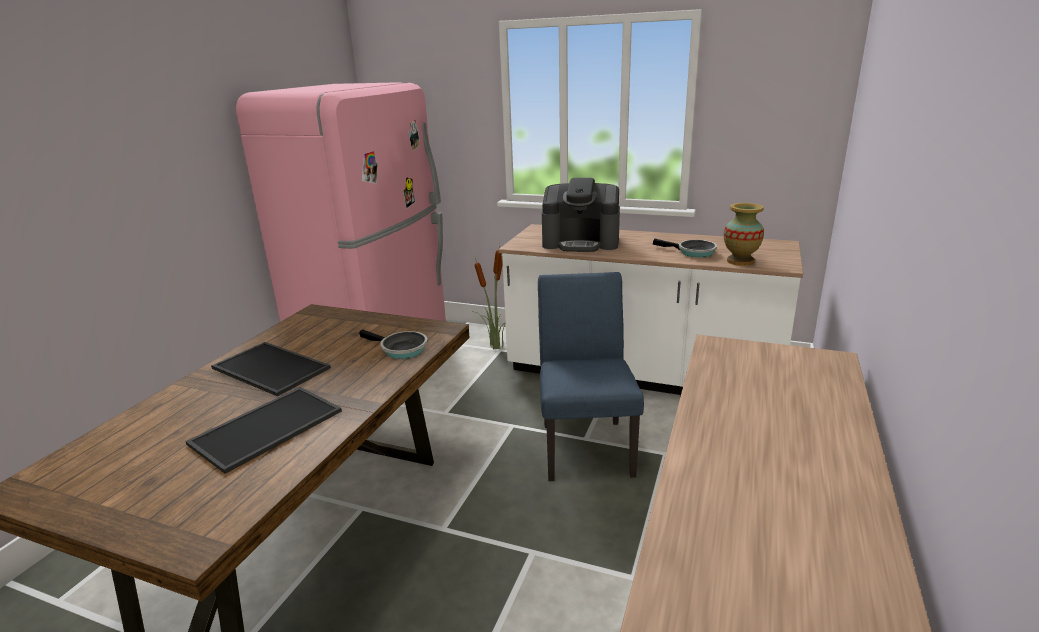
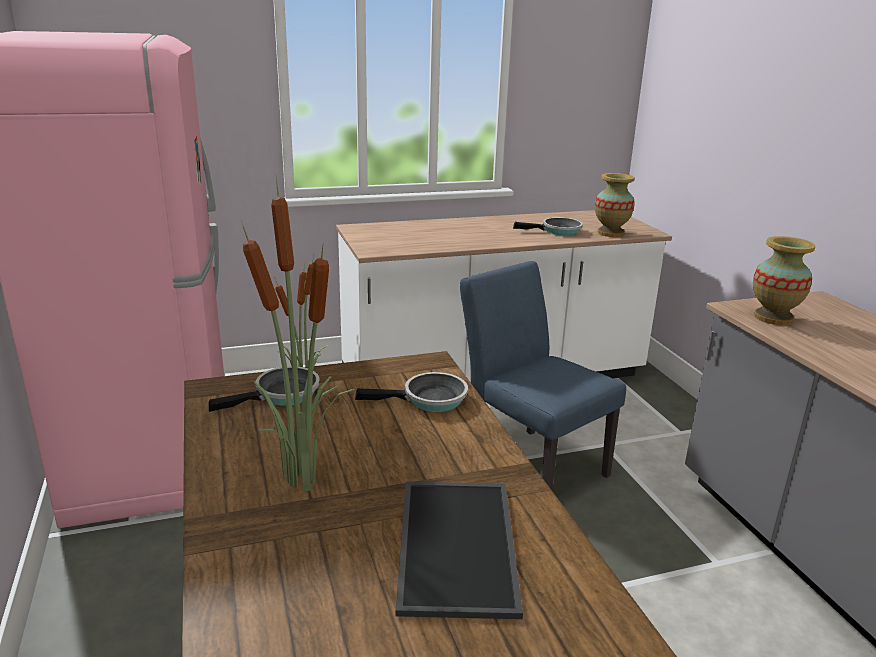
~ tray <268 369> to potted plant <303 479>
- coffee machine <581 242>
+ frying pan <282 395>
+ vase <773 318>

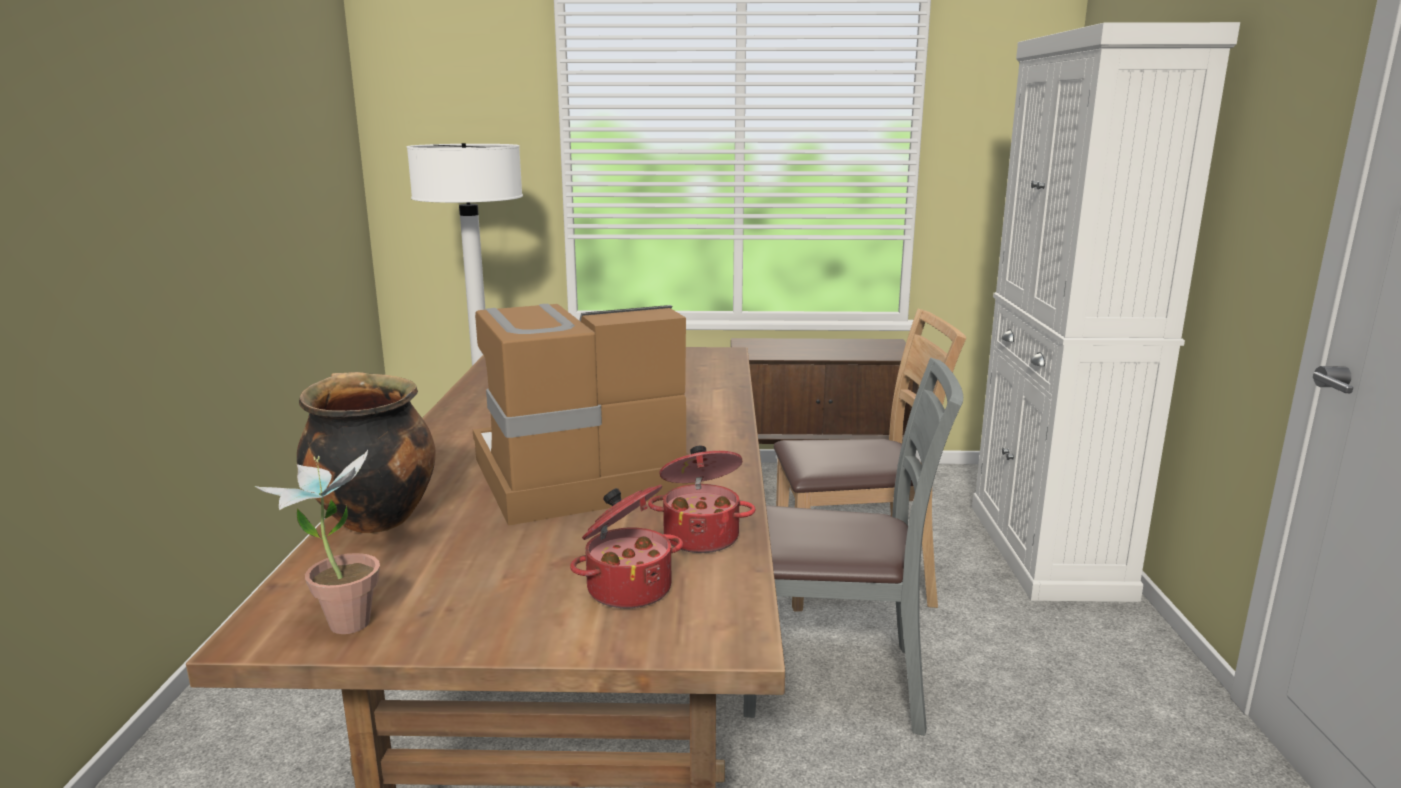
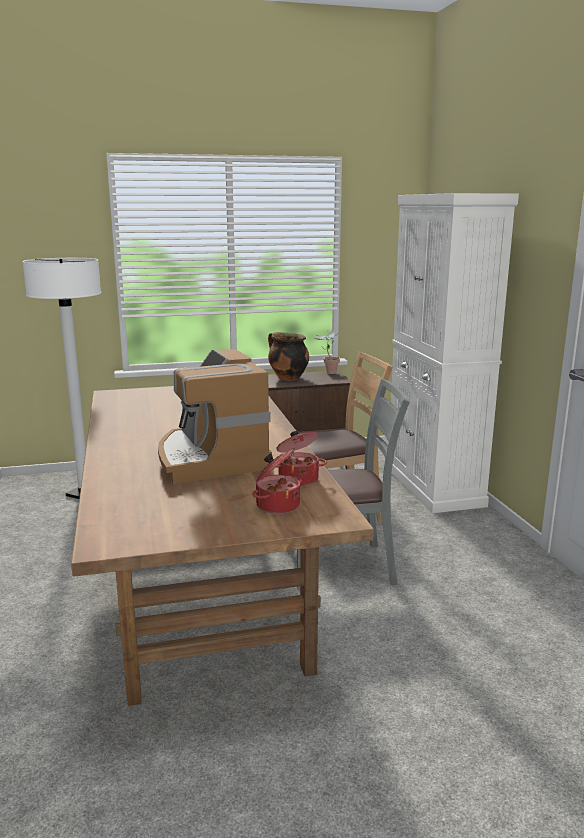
~ potted plant <340 619> to <327 372>
~ cooking pot <373 518> to <287 378>
~ coffee machine <578 477> = <210 458> 75 degrees counterclockwise

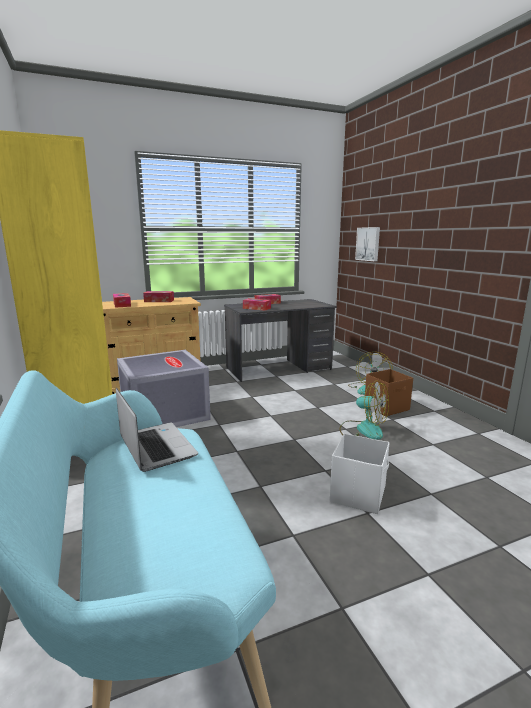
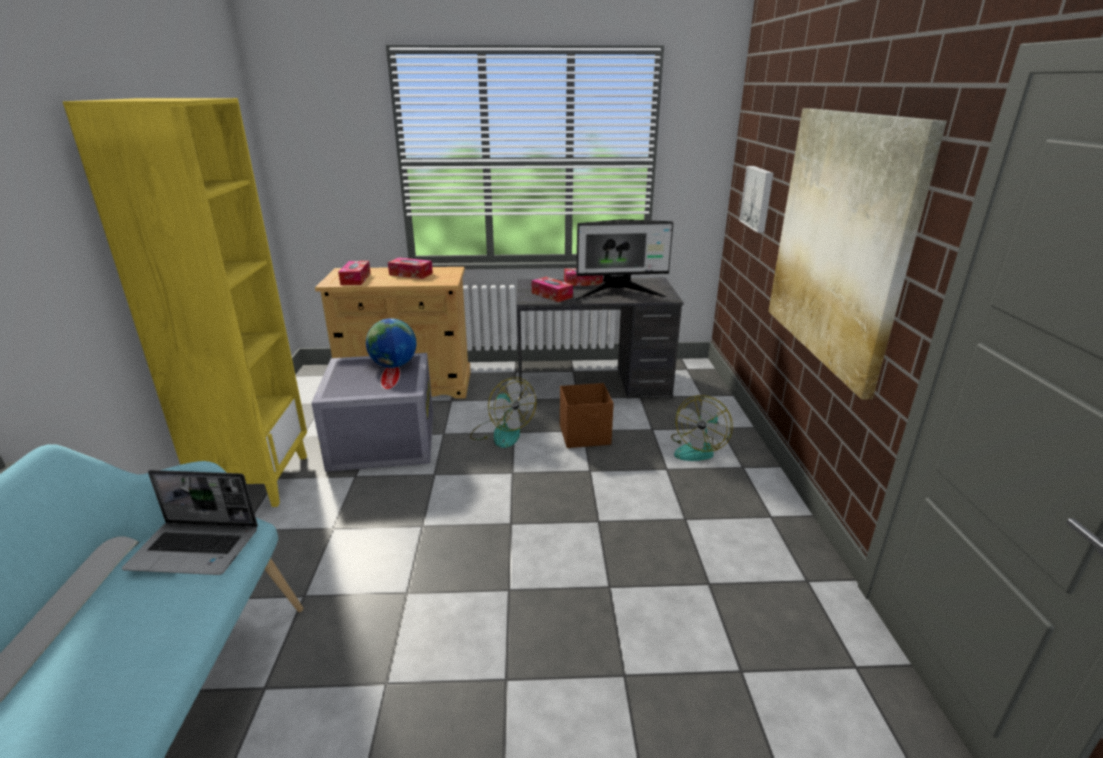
~ laptop <155 447> = <196 549> 105 degrees clockwise
- white storage box <358 494>
~ fan <363 429> to <501 432>
~ brown storage box <387 407> to <585 435>
+ globe <394 365>
+ monitor <619 294>
+ picture <839 240>

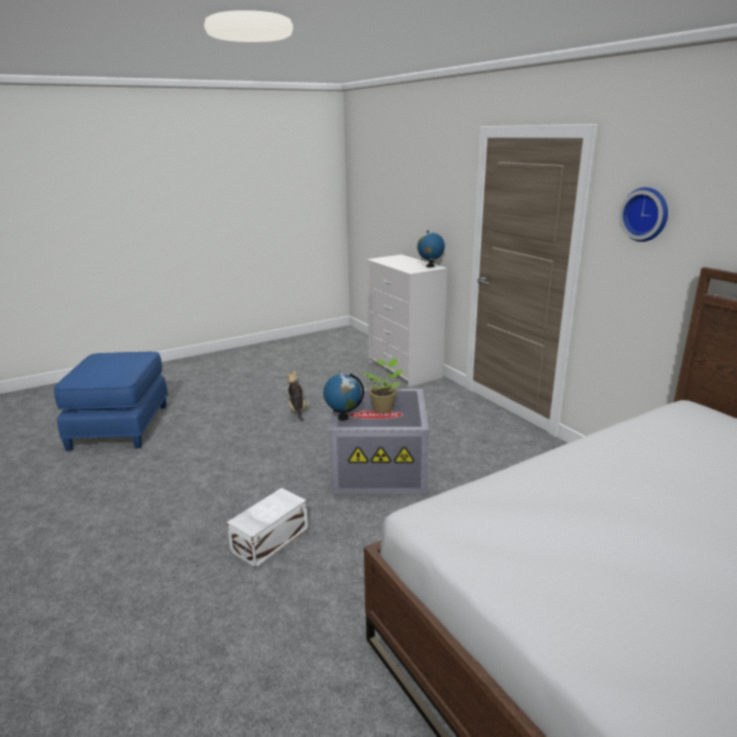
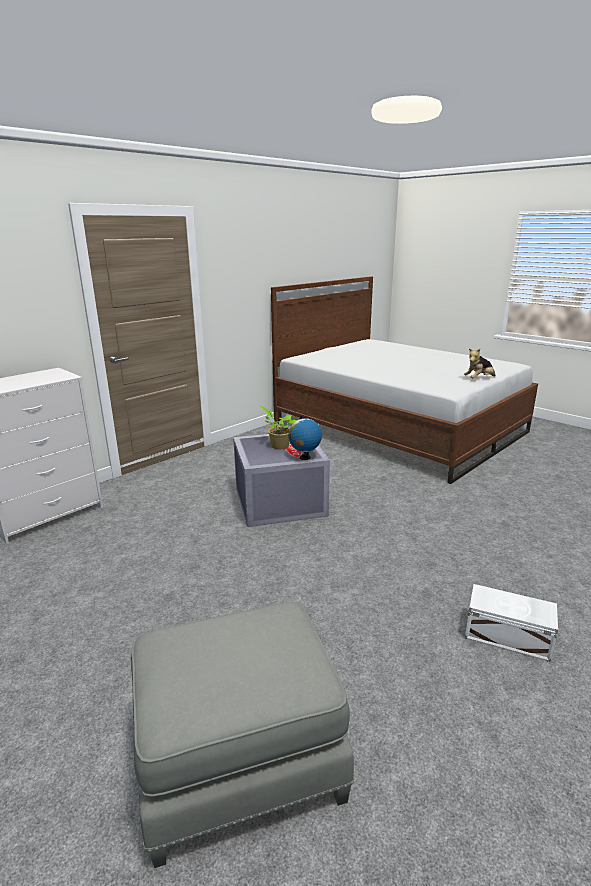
~ blue ottoman <121 427> to grey ottoman <239 760>
~ white storage box <268 540> to <508 637>
~ plush toy <297 410> to <479 379>
- globe <430 266>
- wall clock <646 214>

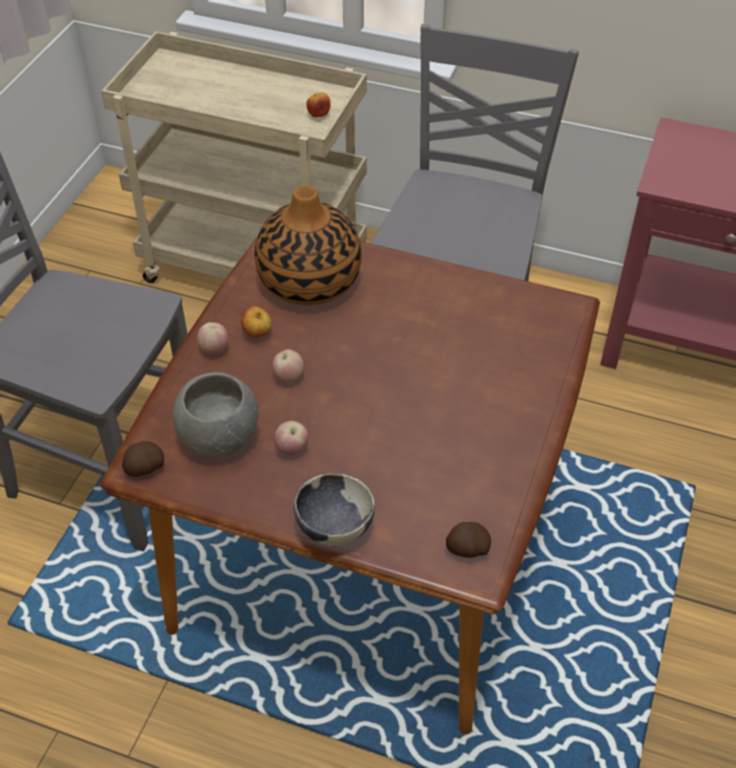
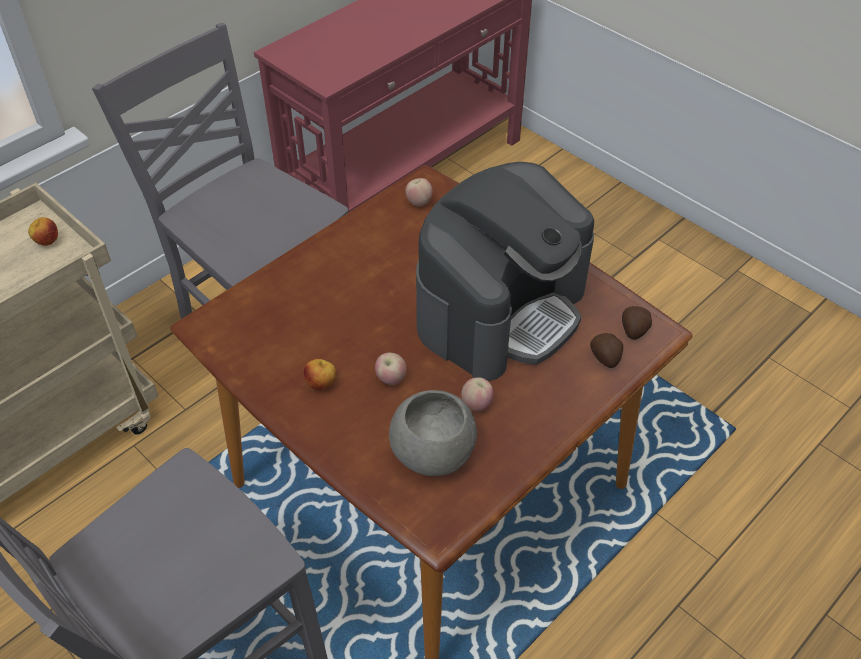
~ potato <144 468> to <605 358>
~ apple <214 349> to <419 202>
- vase <309 281>
- bowl <334 527>
+ coffee machine <501 309>

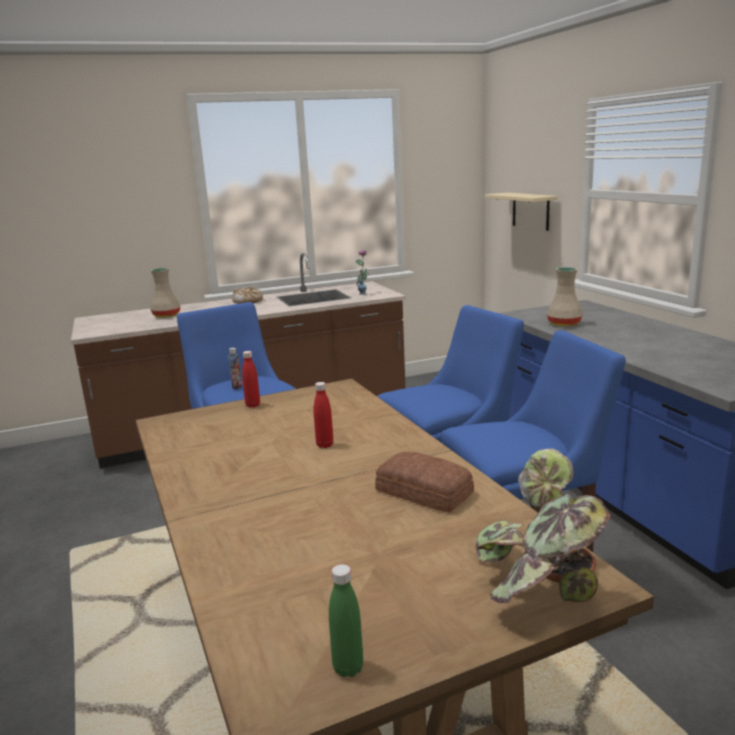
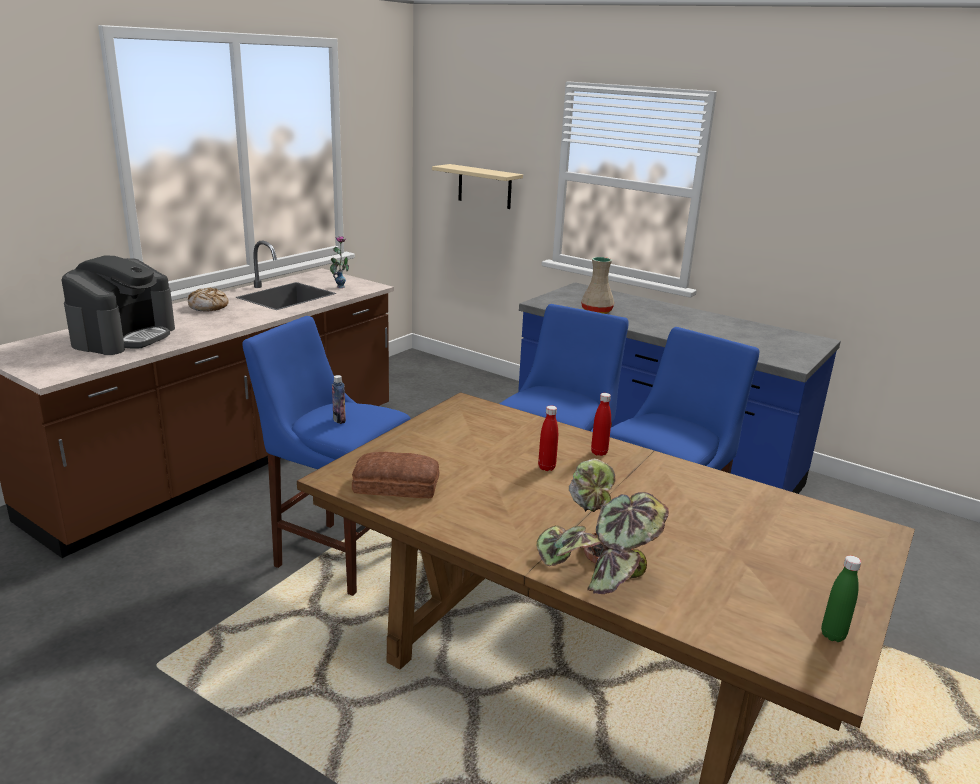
~ beige vase <166 315> to coffee machine <124 336>
~ red bottle <253 405> to <599 452>
~ bread <424 493> to <397 486>
~ potted plant <536 584> to <599 572>

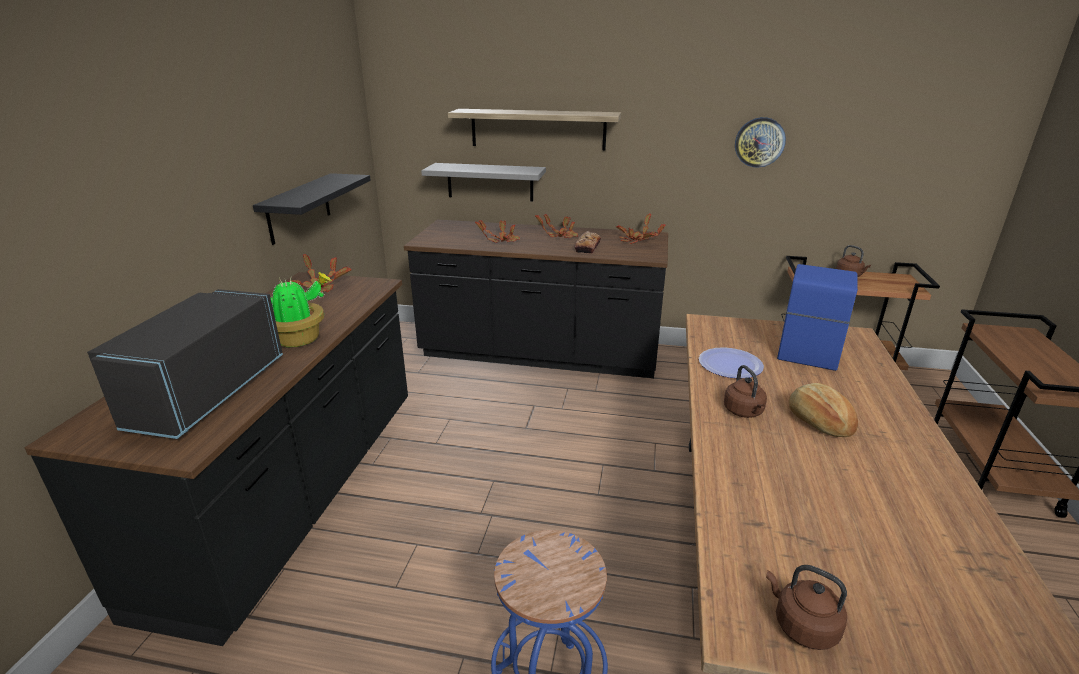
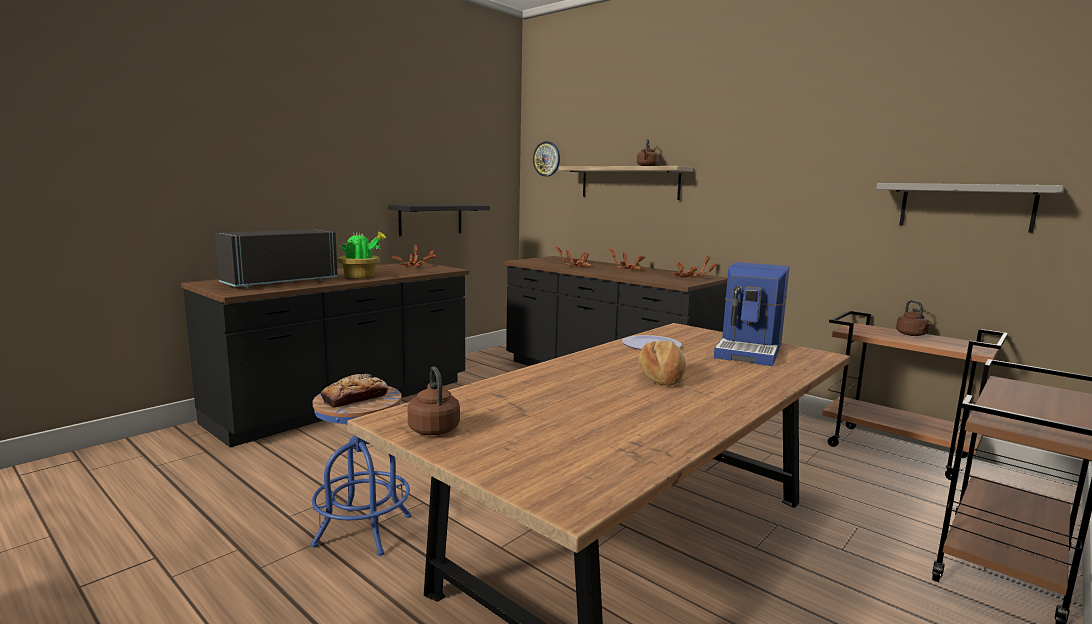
~ grey shelf <490 182> to <965 207>
~ bread <587 247> to <355 398>
~ brown kettle <744 412> to <647 166>
~ wall clock <759 142> to <547 159>
~ coffee machine <807 345> = <750 350> 150 degrees clockwise

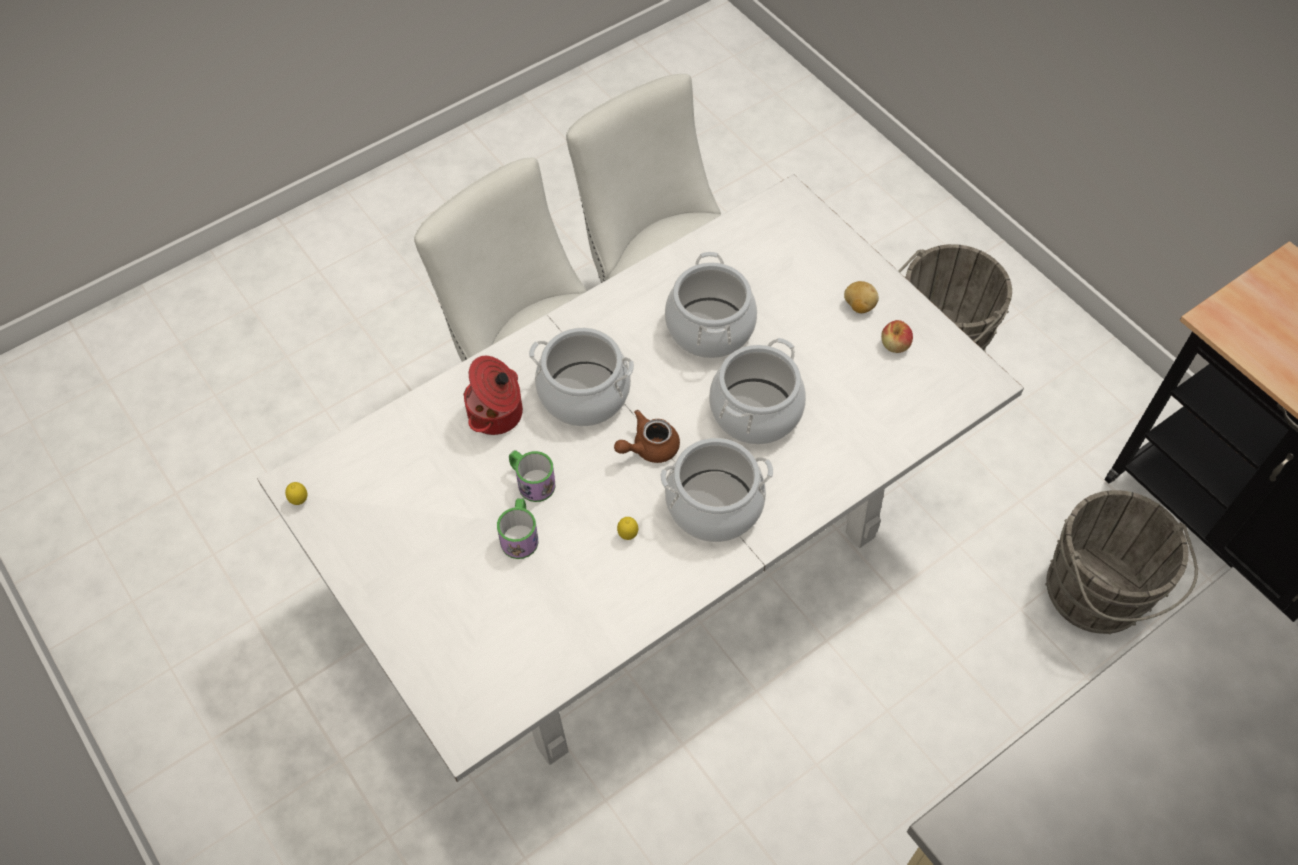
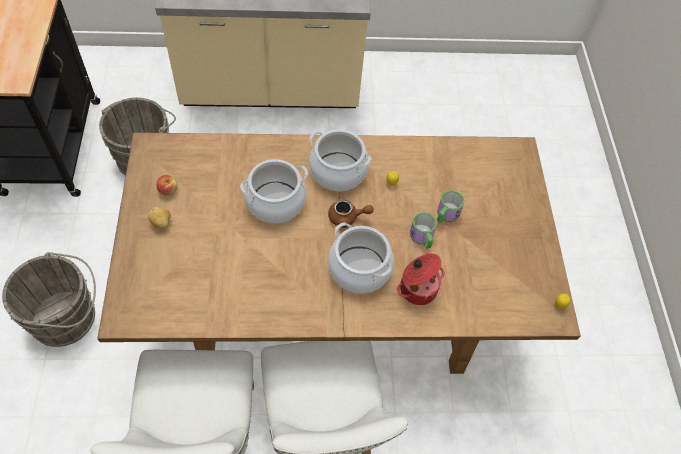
~ white dining table <647 560> to brown dining table <334 304>
- cooking pot <710 328>

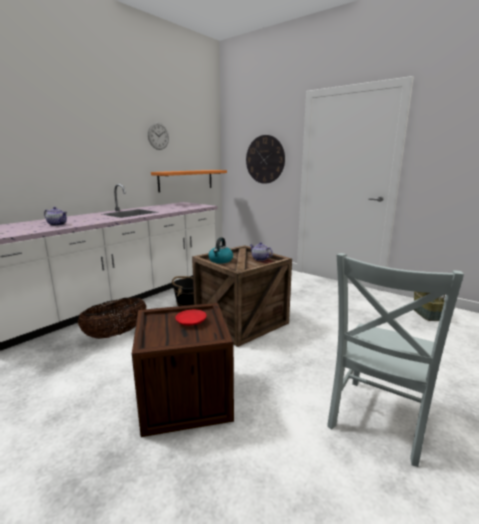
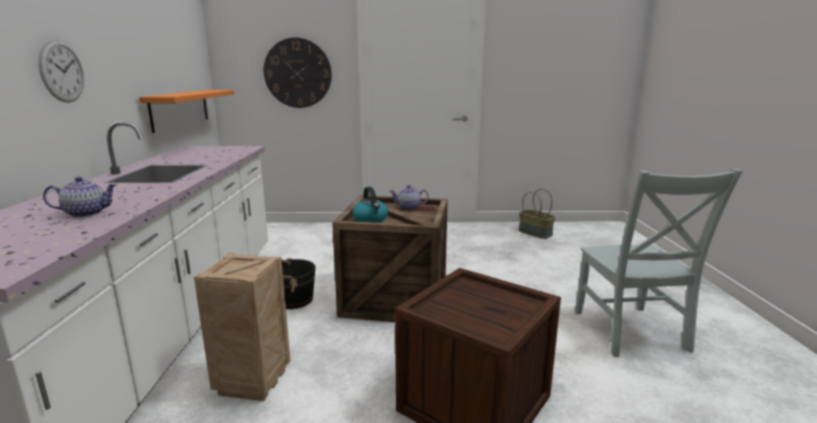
~ basket <116 334> to crate <253 381>
~ wall clock <158 136> to <62 71>
- red plate <190 322>

